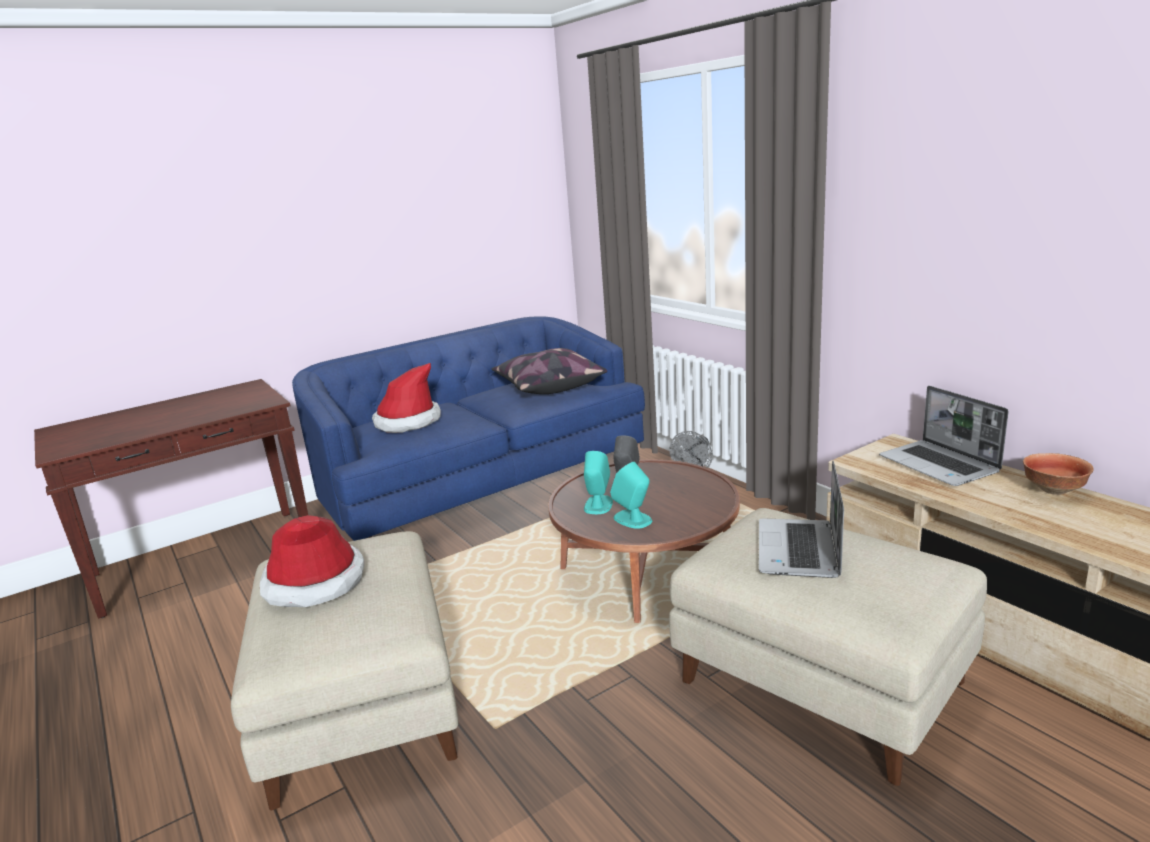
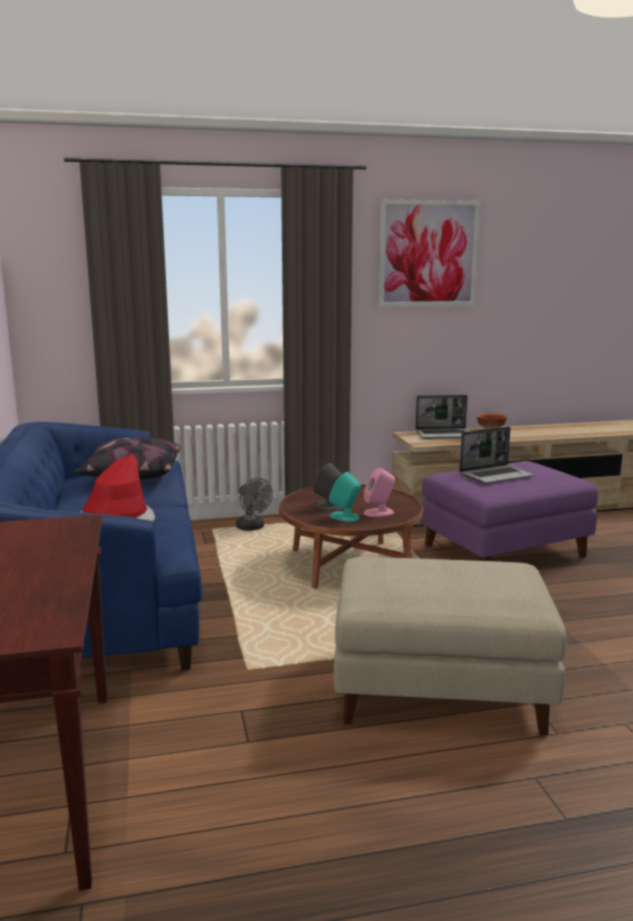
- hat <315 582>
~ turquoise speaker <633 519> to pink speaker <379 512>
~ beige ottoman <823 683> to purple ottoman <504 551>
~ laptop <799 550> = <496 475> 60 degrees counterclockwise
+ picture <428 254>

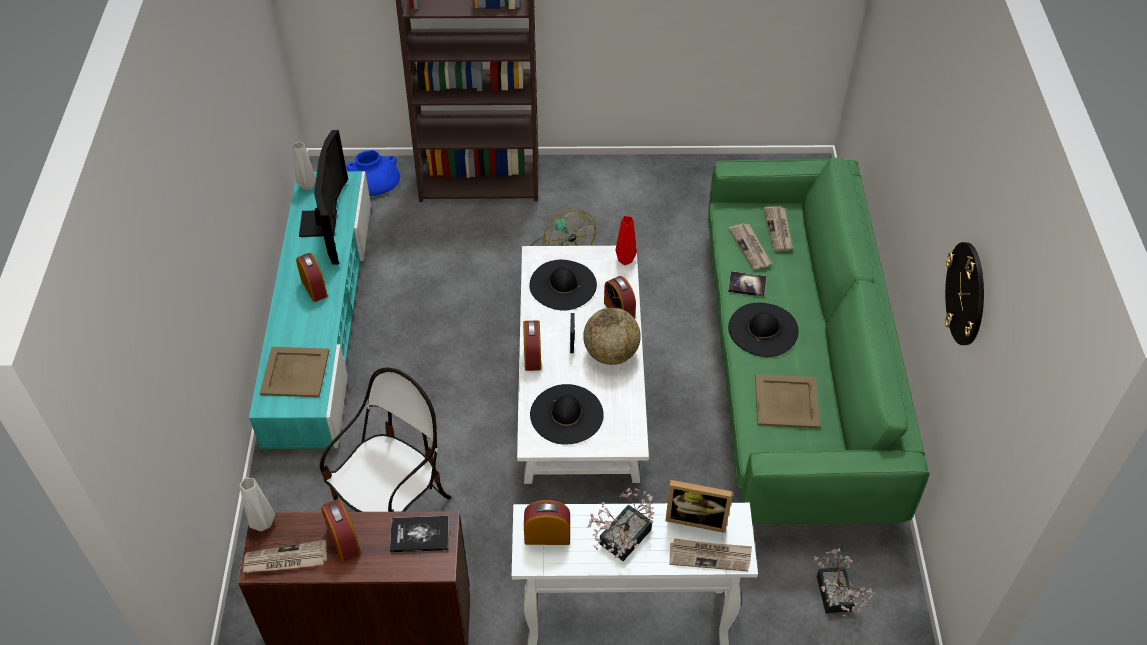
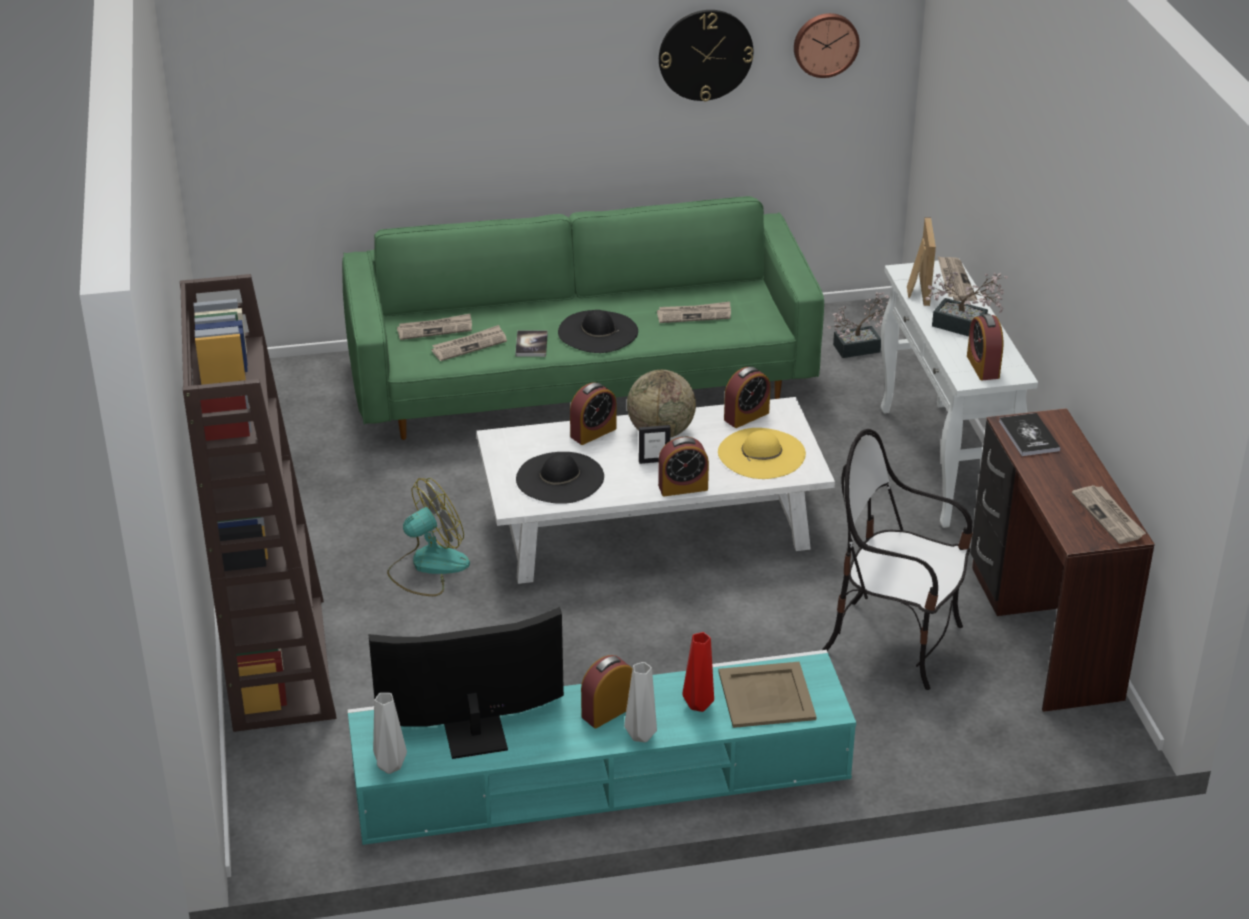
~ grey vase <263 522> to <639 735>
~ alarm clock <343 539> to <746 416>
- blue vase <373 179>
~ black hat <566 414> to yellow hat <761 453>
~ red vase <626 260> to <698 704>
~ beige tray <787 402> to newspaper <694 315>
+ wall clock <825 44>

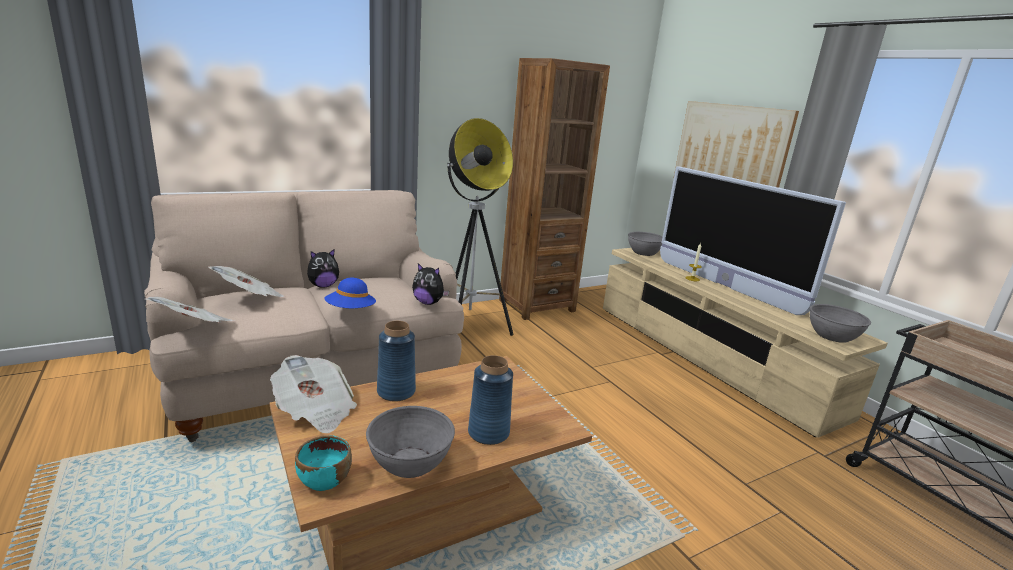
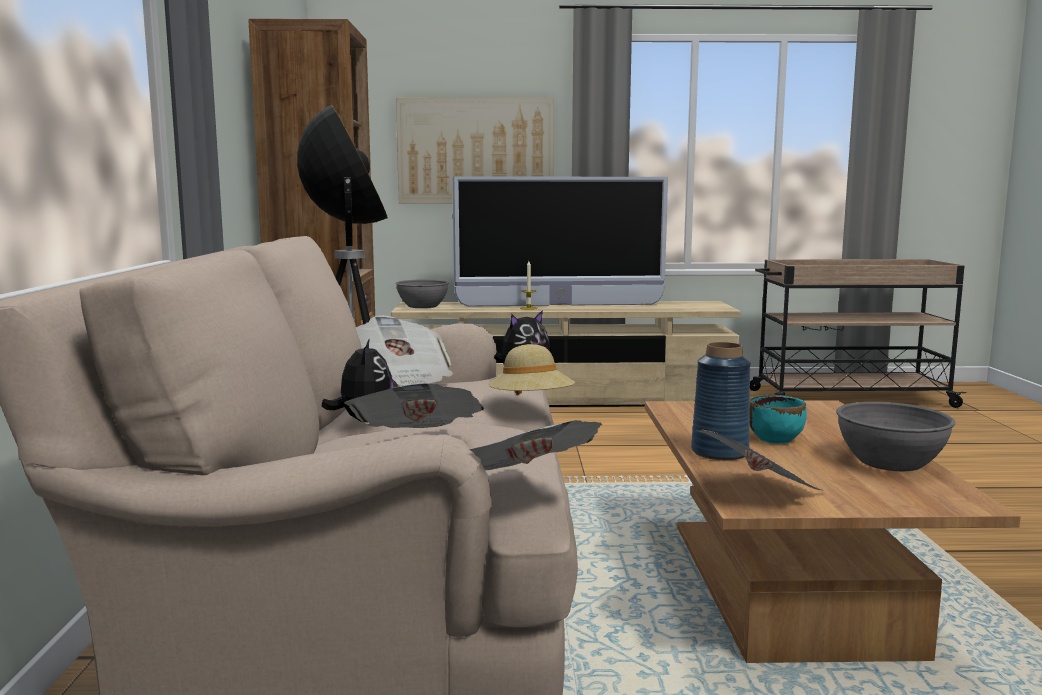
~ turquoise bowl <324 480> to <775 439>
~ blue hat <350 311> to beige hat <531 405>
- blue vase <488 432>
- grey bowl <832 336>
+ newspaper <404 379>

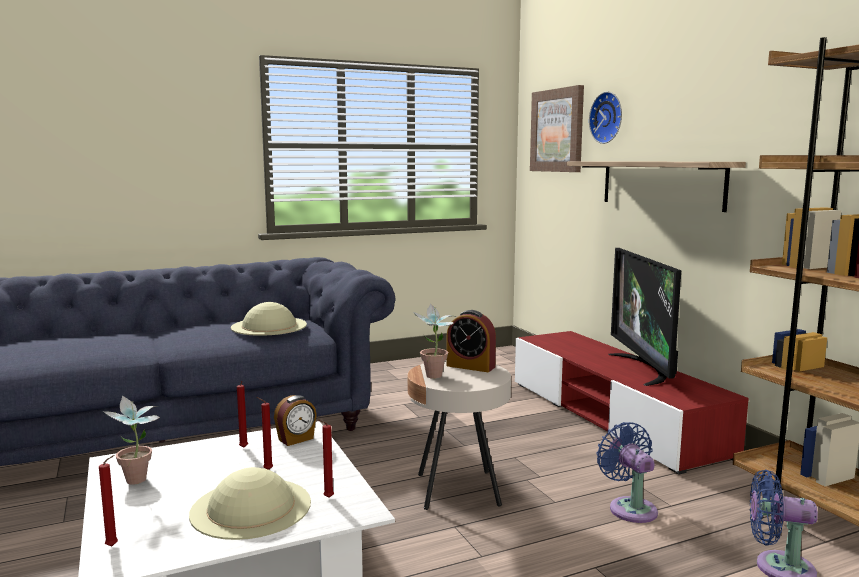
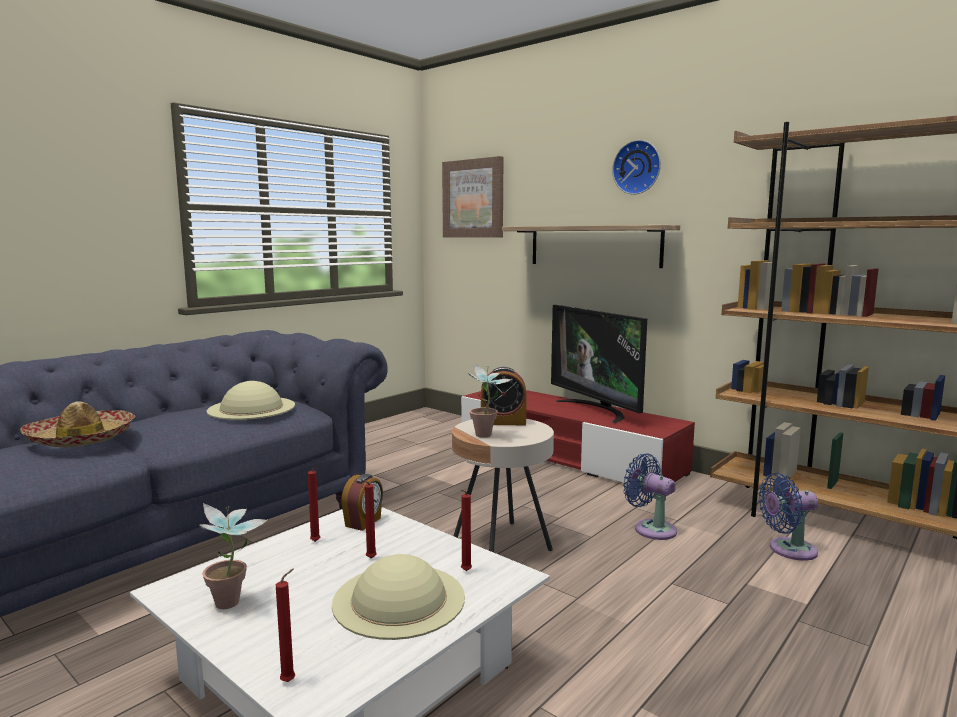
~ wall clock <608 117> to <638 167>
+ hat <82 439>

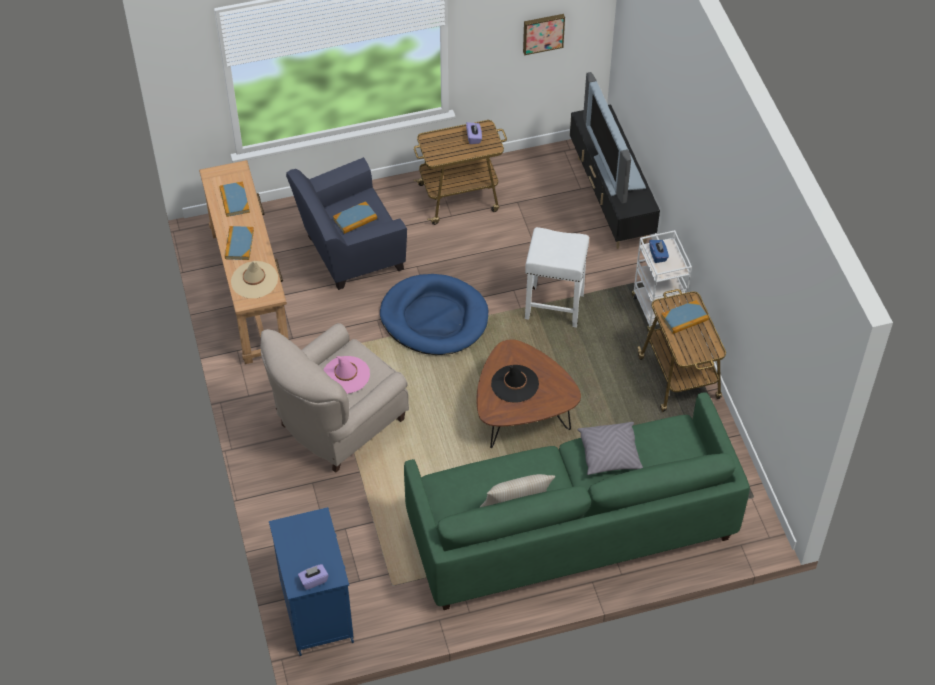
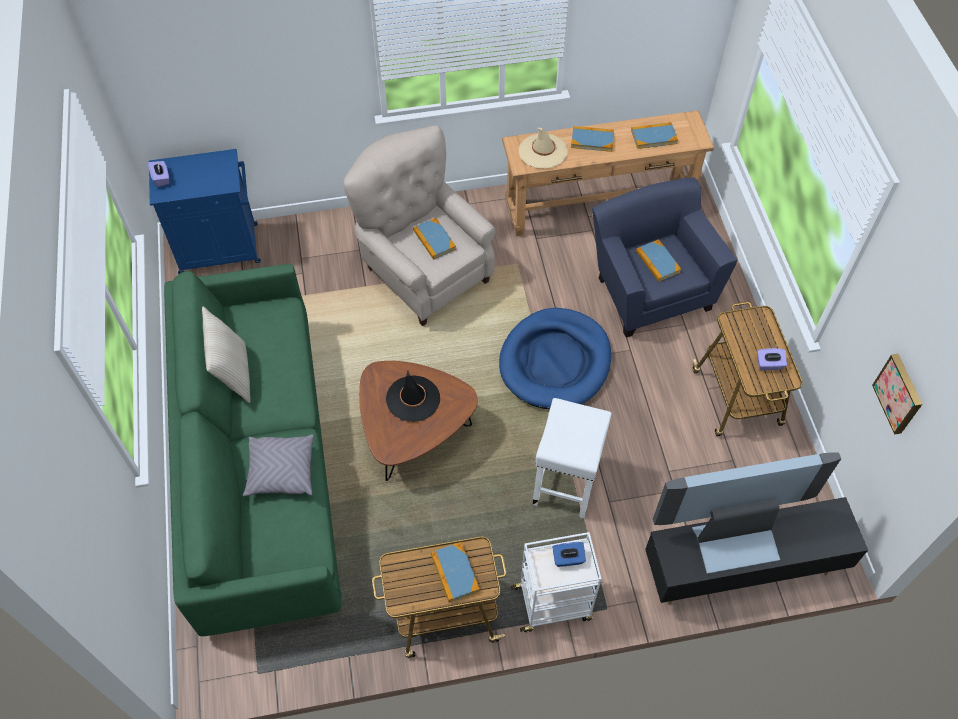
~ pink hat <346 375> to book <434 240>

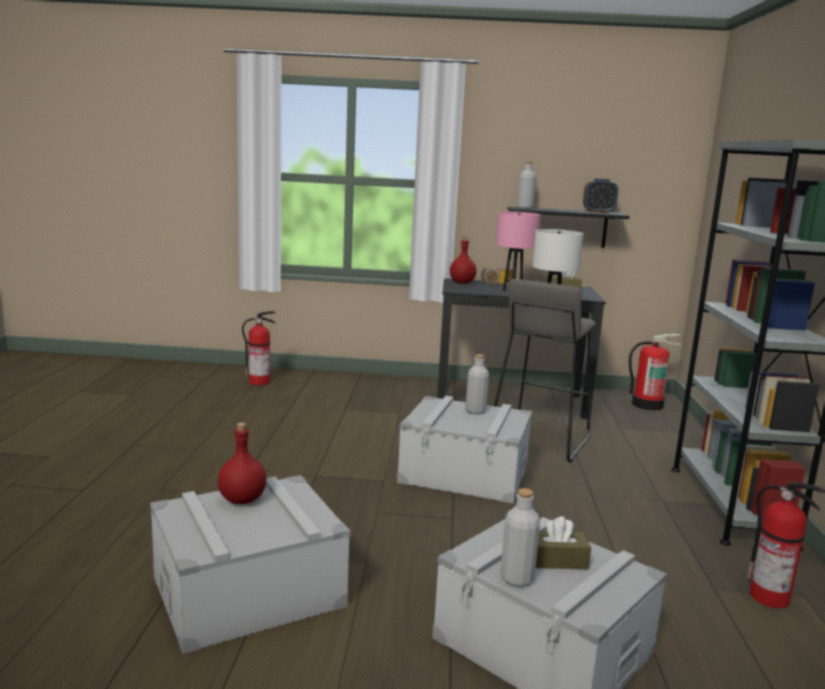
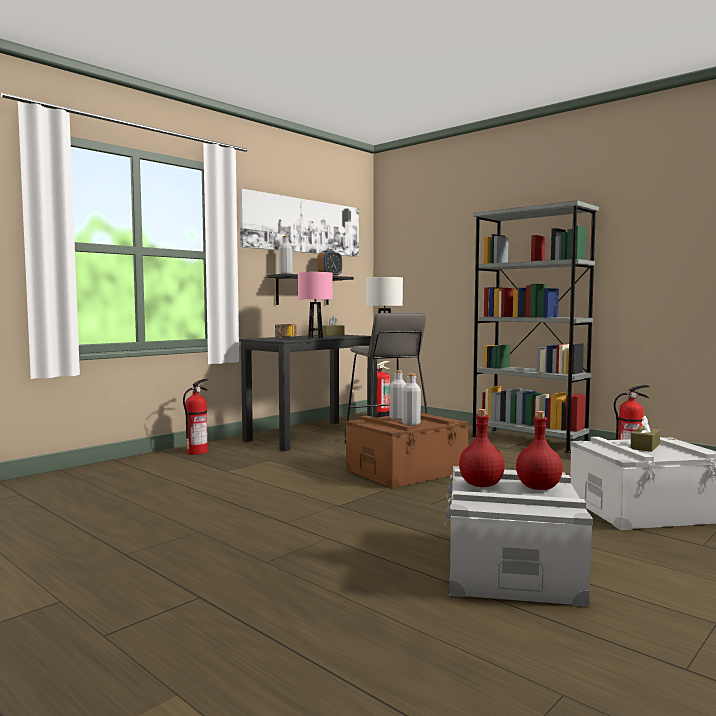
~ fire extinguisher <260 382> to <197 452>
~ grey storage box <464 473> to brown storage box <406 471>
~ red bottle <462 282> to <538 487>
~ grey bottle <516 578> to <411 424>
+ picture <303 226>

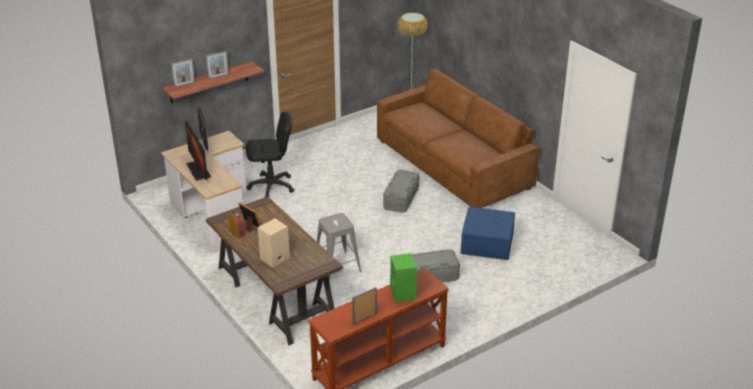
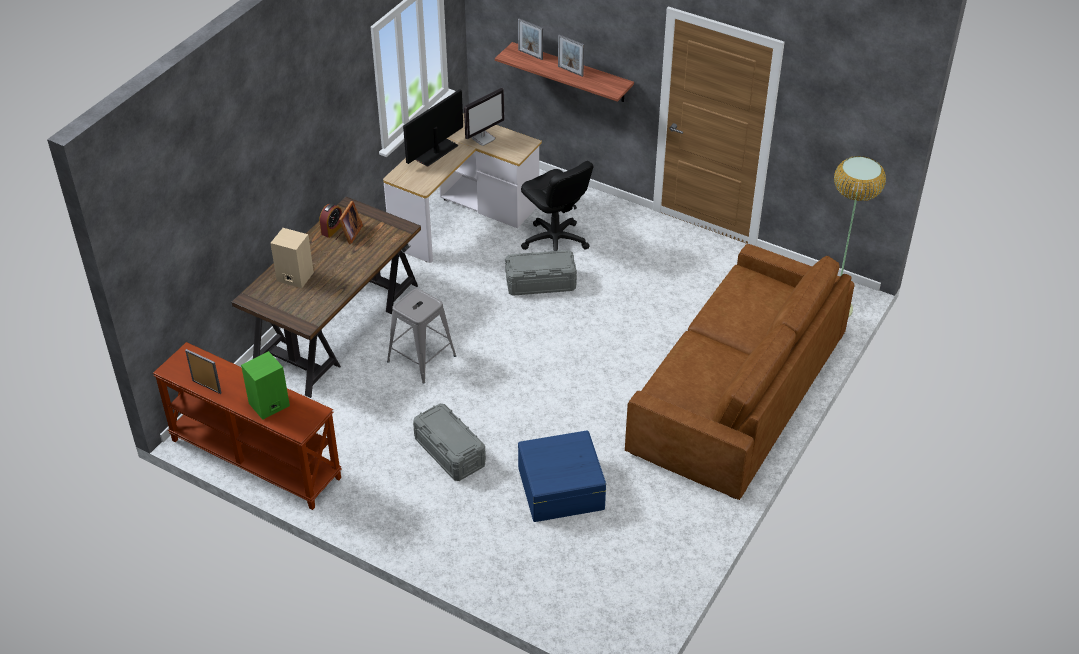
~ grey storage box <401 199> to <541 283>

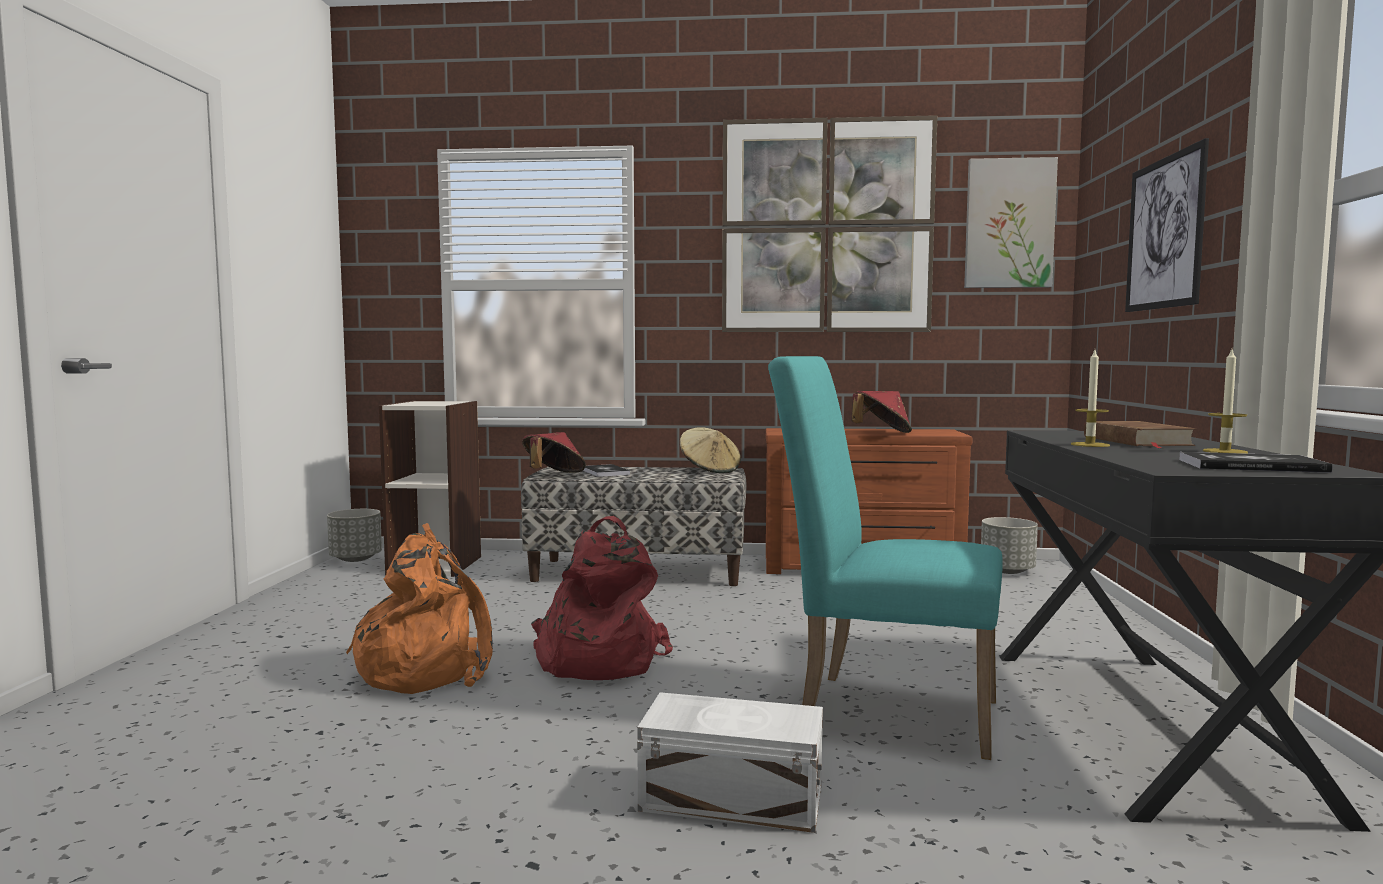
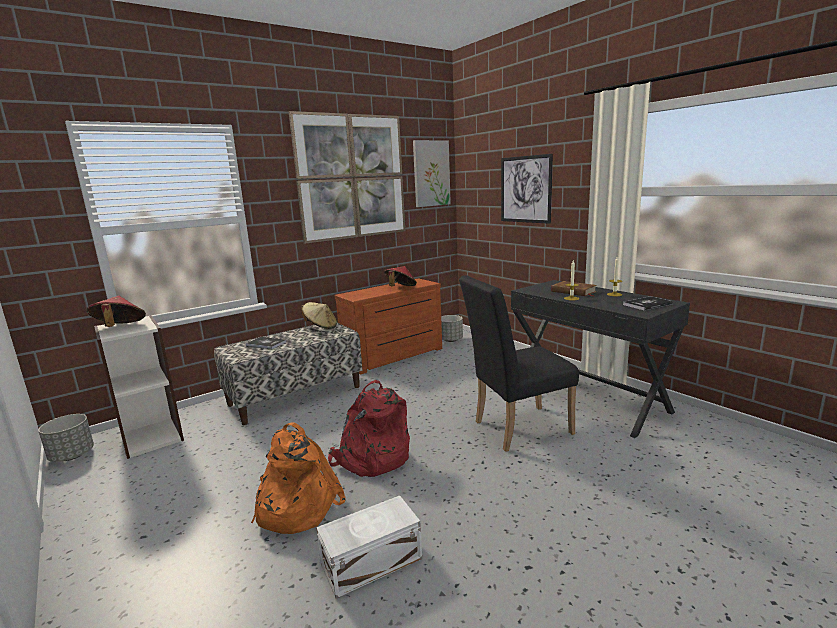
~ red hat <553 475> to <119 328>
~ white storage box <729 797> to <370 561>
~ turquoise chair <882 709> to black chair <516 428>

